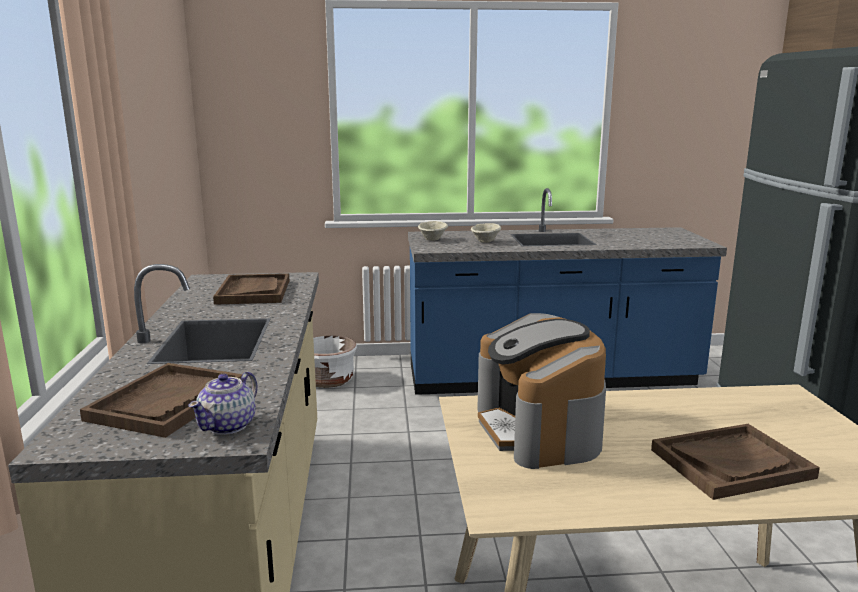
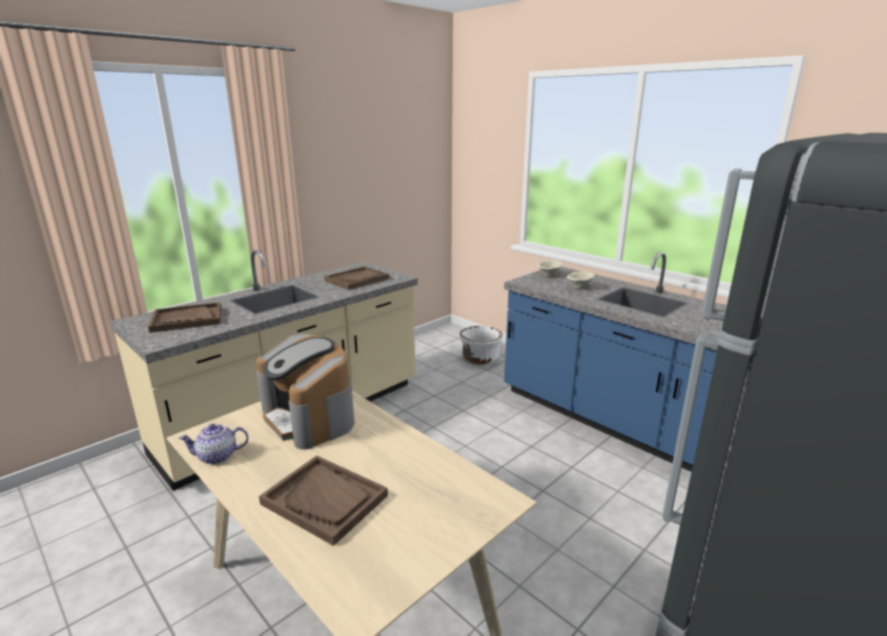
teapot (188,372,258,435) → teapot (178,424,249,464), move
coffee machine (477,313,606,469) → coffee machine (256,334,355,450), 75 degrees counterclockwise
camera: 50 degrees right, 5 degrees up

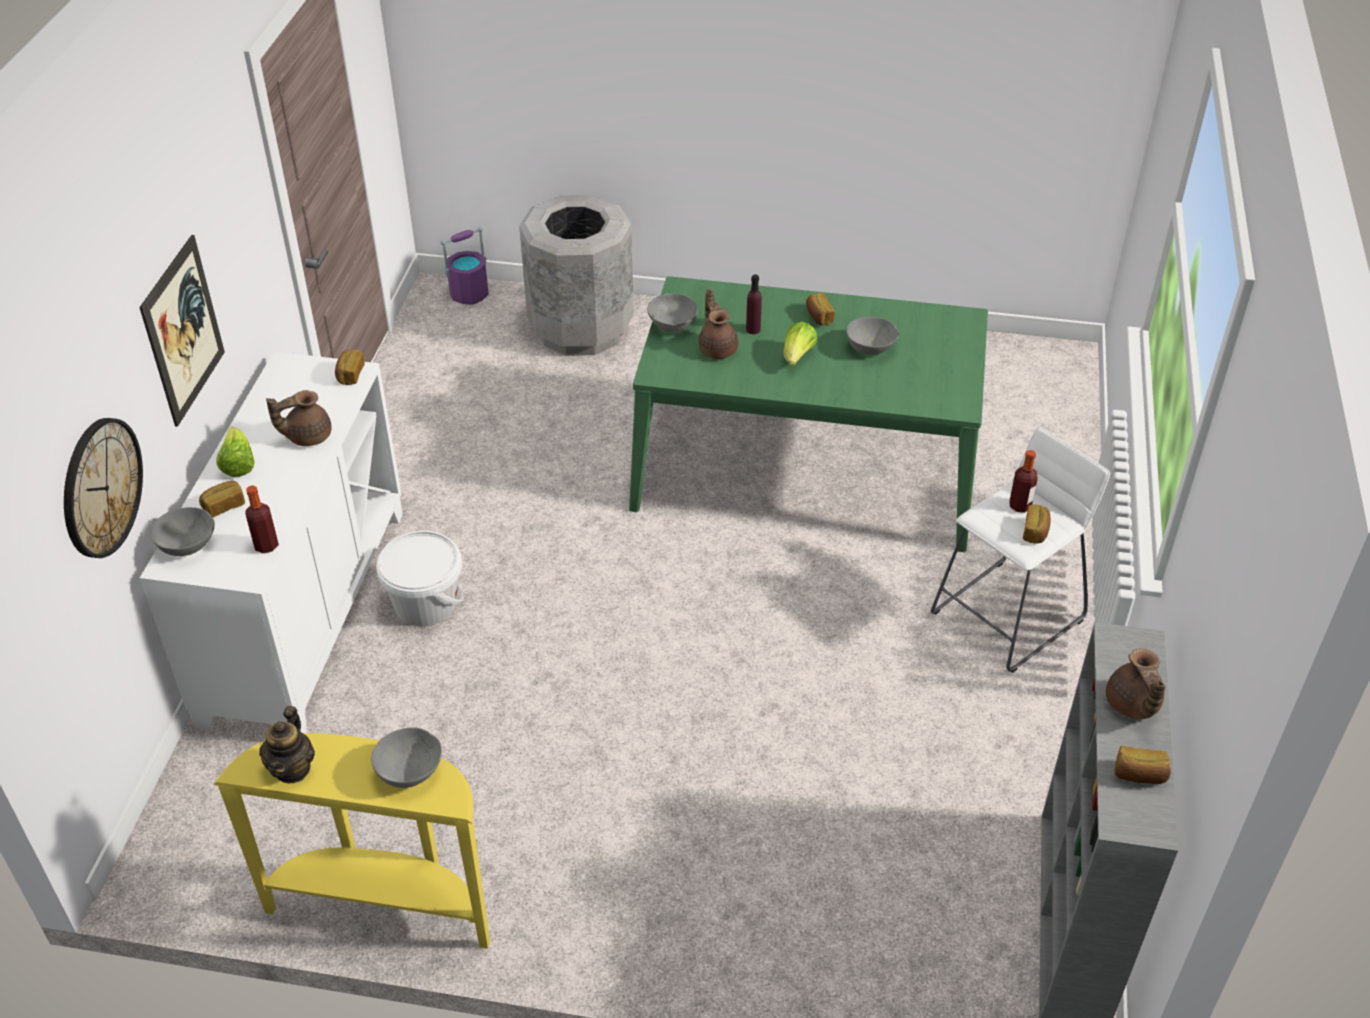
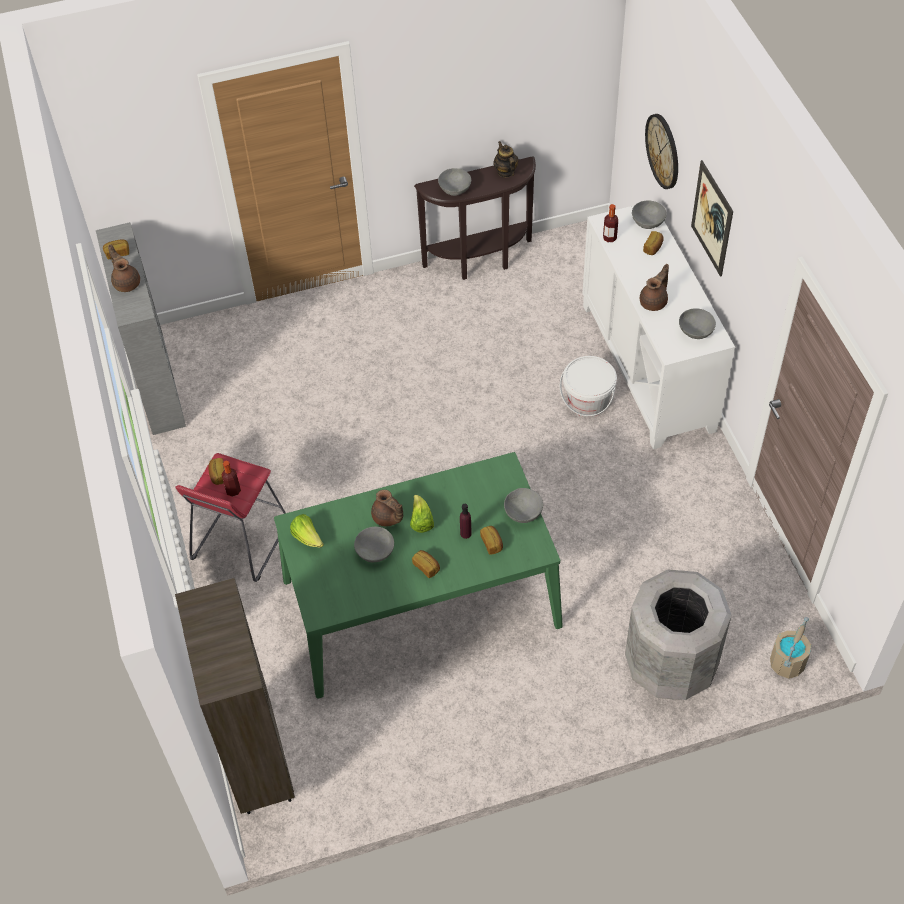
yellow console table (213,733,490,949) → brown console table (414,156,536,280)
lettuce (216,427,255,477) → lettuce (290,514,324,547), move
bread (335,350,365,385) → bread (480,526,503,554), move
purple bucket (441,227,489,305) → beige bucket (770,617,811,679)
brown teapot (698,289,739,359) → brown teapot (371,490,403,526), move
white stool (931,427,1110,673) → red stool (175,453,286,582)
- → brown bookcase (175,578,295,814)
- → grey bowl (679,308,716,339)
camera: 155 degrees right, 10 degrees up

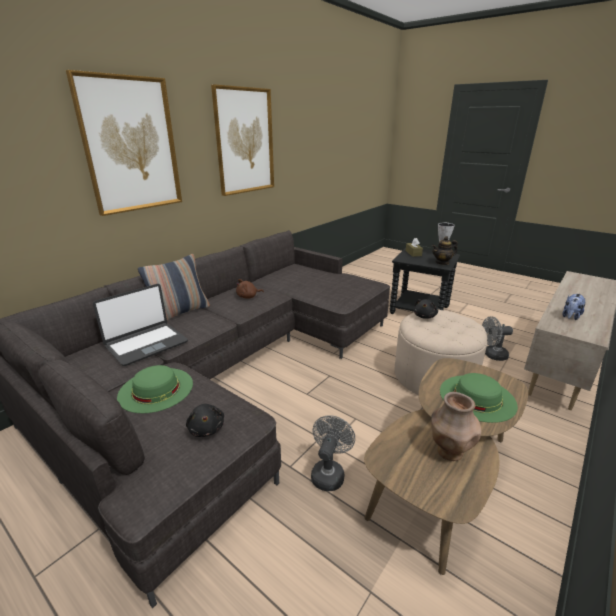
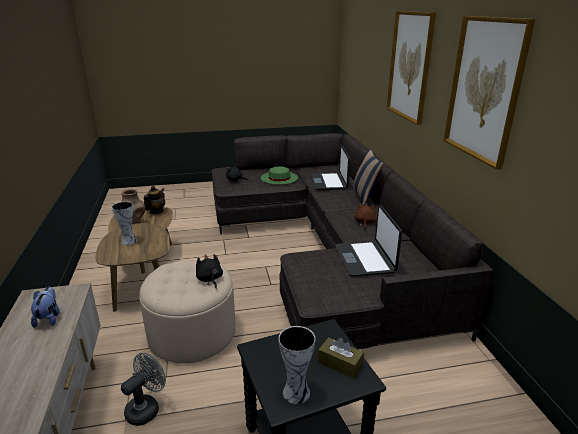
grey fan (311,415,355,491) → -
teapot (432,236,458,265) → teapot (144,186,165,214), move
green hat (440,373,518,423) → vase (112,201,137,245)
- → laptop (335,204,402,277)
camera: 130 degrees right, 0 degrees up

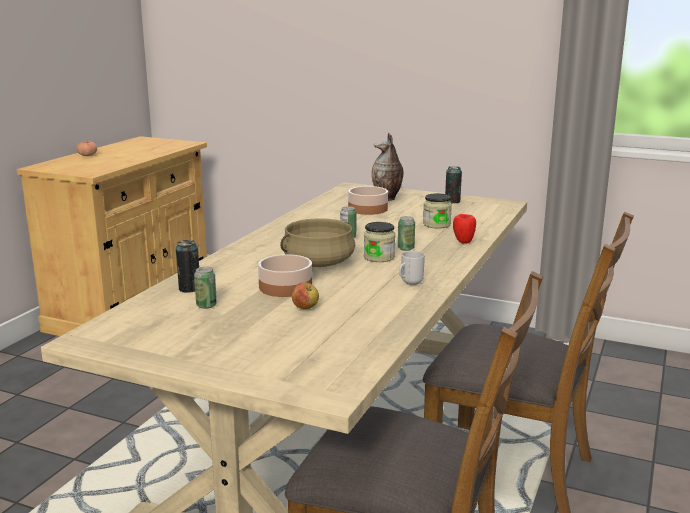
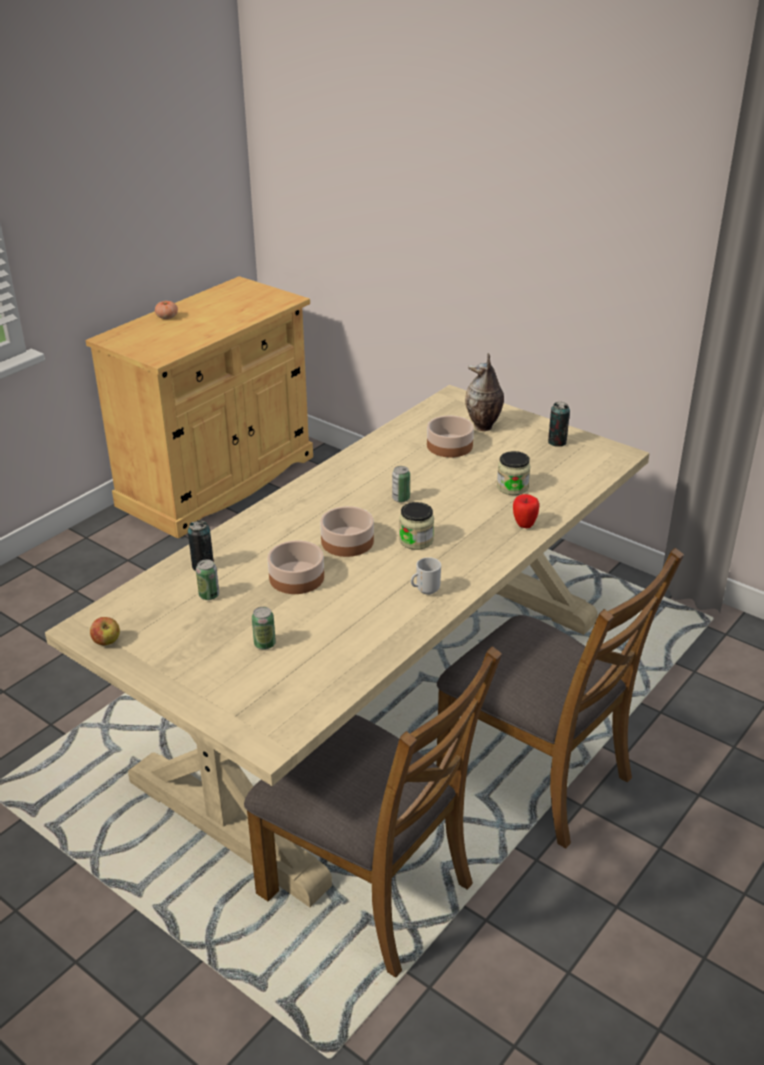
beige cooking pot (280,218,355,267) → bowl (320,506,374,557)
apple (292,282,319,309) → apple (90,617,120,645), move
can (398,216,415,251) → can (252,607,276,650), move
camera: 15 degrees right, 15 degrees up

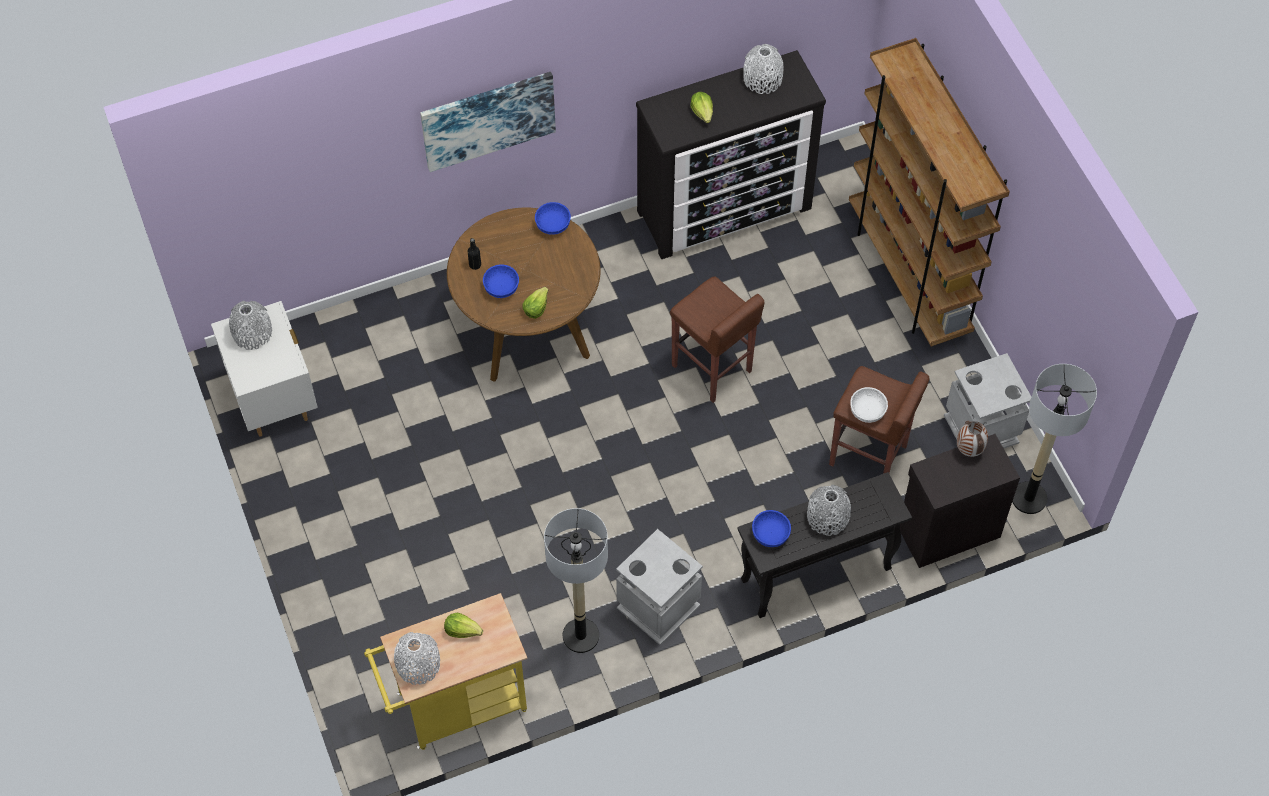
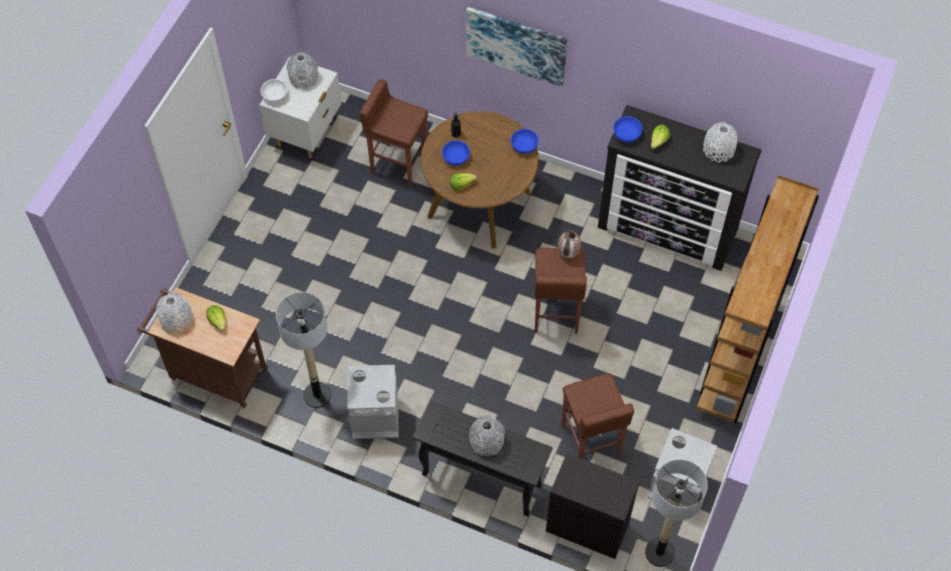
yellow cart (364,593,527,750) → brown cart (137,287,268,408)
blue bowl (752,510,791,547) → blue bowl (613,116,642,142), move
white bowl (850,387,888,423) → white bowl (261,79,288,103), move
vase (957,421,988,457) → vase (558,230,581,258), move
- → brown stool (360,79,428,187)
camera: 45 degrees right, 0 degrees up

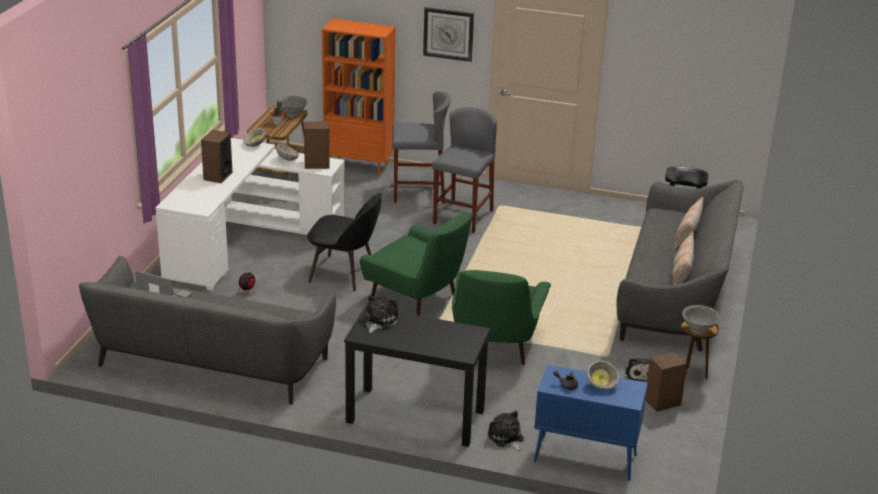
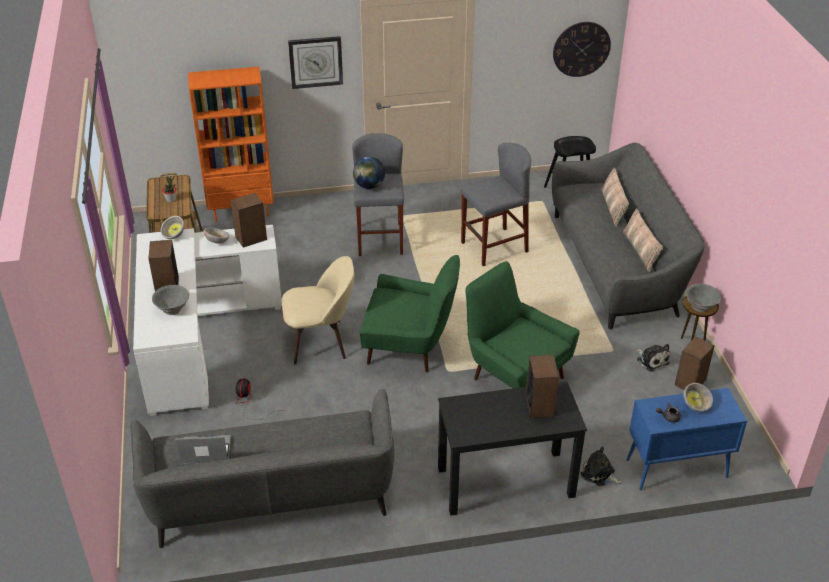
grey bowl (278,96,307,117) → grey bowl (152,285,189,315), move
black chair (307,193,382,291) → beige chair (282,256,355,364)
plush toy (363,295,399,333) → -
grey stool (392,91,451,204) → grey stool (460,143,531,266), move
green armchair (452,270,551,365) → green armchair (466,261,580,388), 150 degrees clockwise
- → globe (353,157,385,189)
- → speaker (526,355,559,418)
- → wall clock (553,22,611,77)
camera: 25 degrees left, 10 degrees up

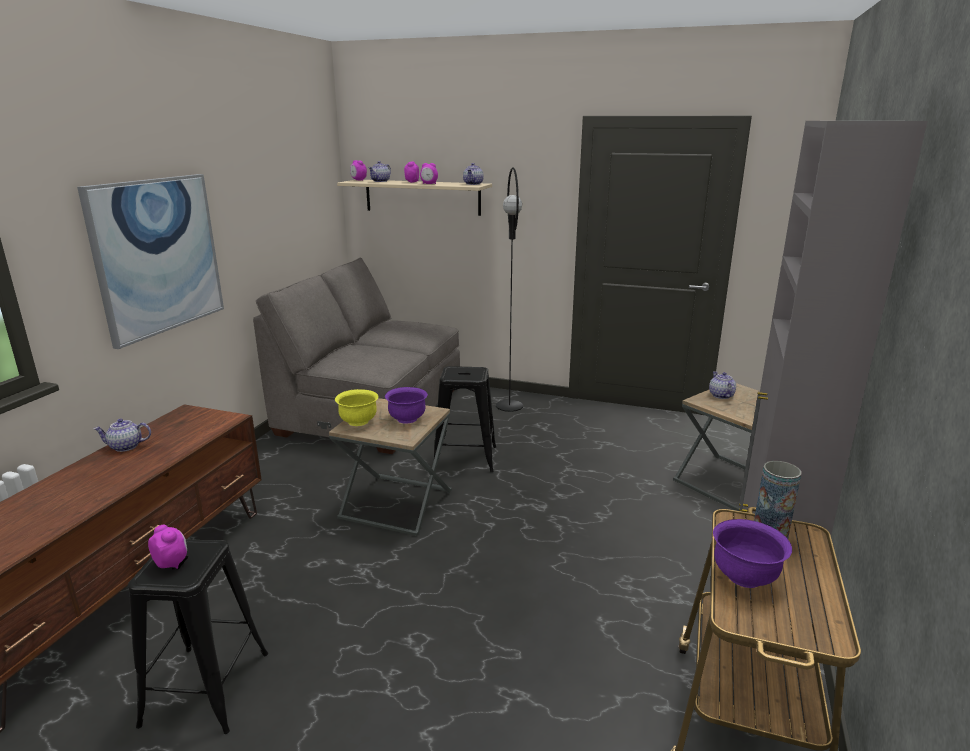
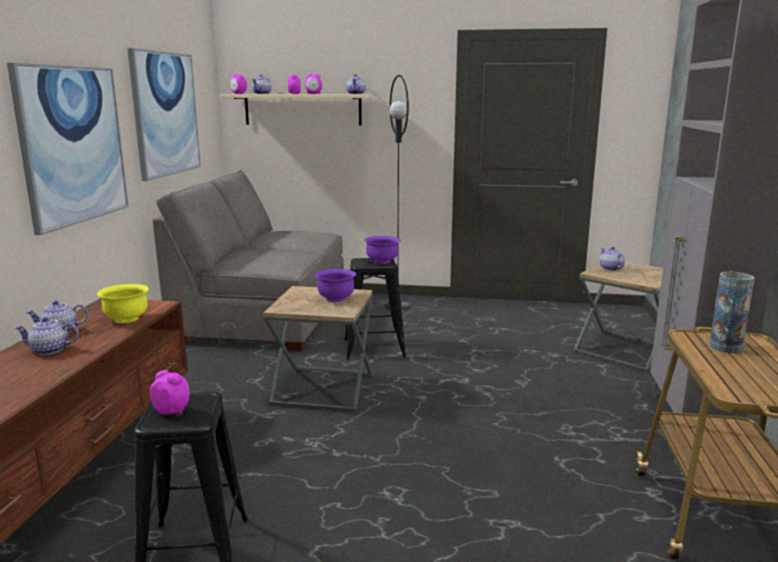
yellow bowl (335,389,378,426) → yellow bowl (97,284,149,323), move
purple bowl (713,519,792,588) → purple bowl (364,236,401,264), move
- → teapot (15,317,79,355)
- → picture (127,48,201,181)
camera: 10 degrees left, 5 degrees down

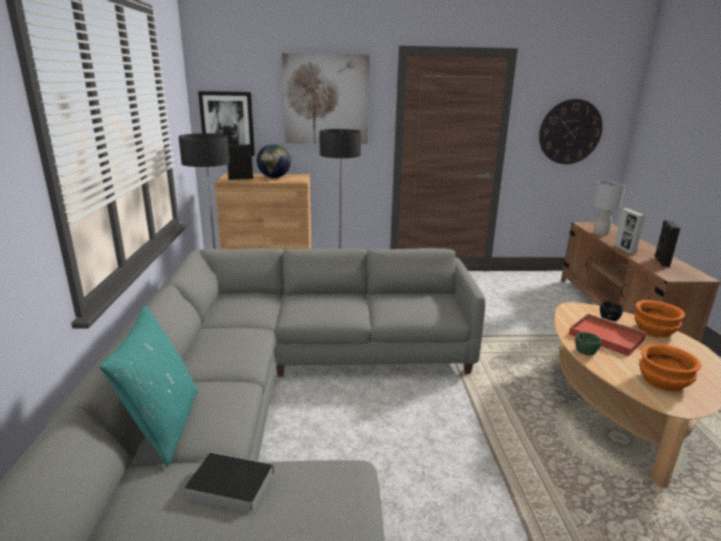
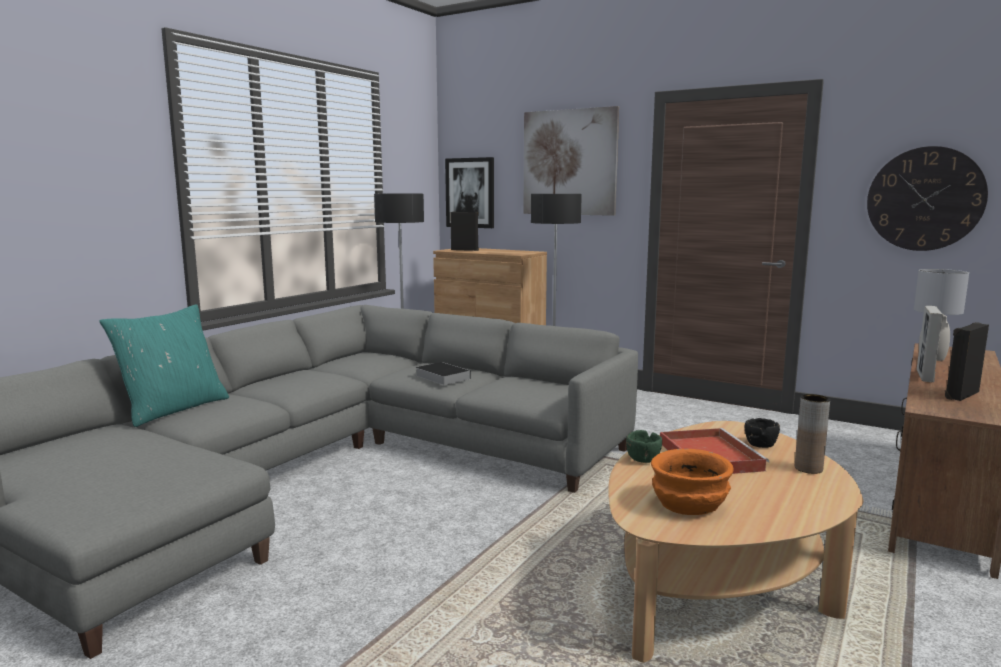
book (185,452,274,513) → book (415,362,471,385), move
globe (257,144,291,178) → -
orange bowl (634,300,685,337) → brown vase (795,394,830,474)
camera: 35 degrees right, 10 degrees down

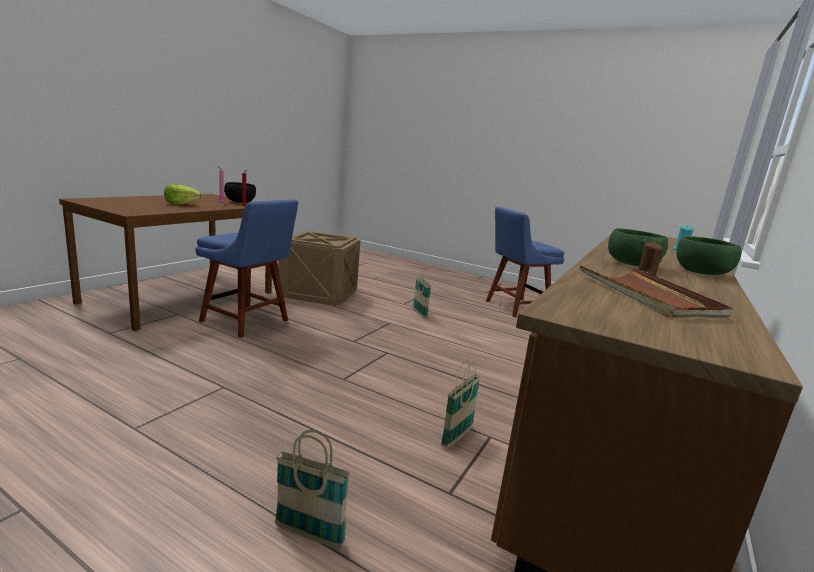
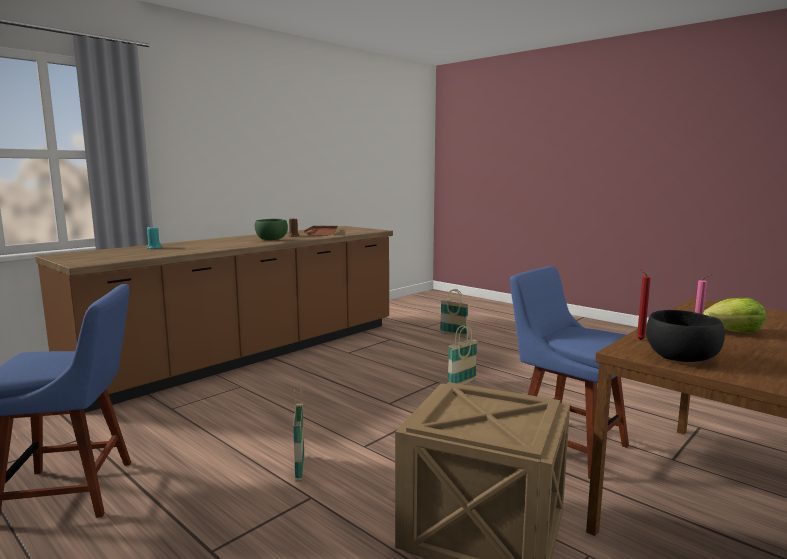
basket (441,359,480,449) → basket (448,325,478,384), move
green bowl (676,236,741,275) → -
camera: 165 degrees left, 5 degrees down

